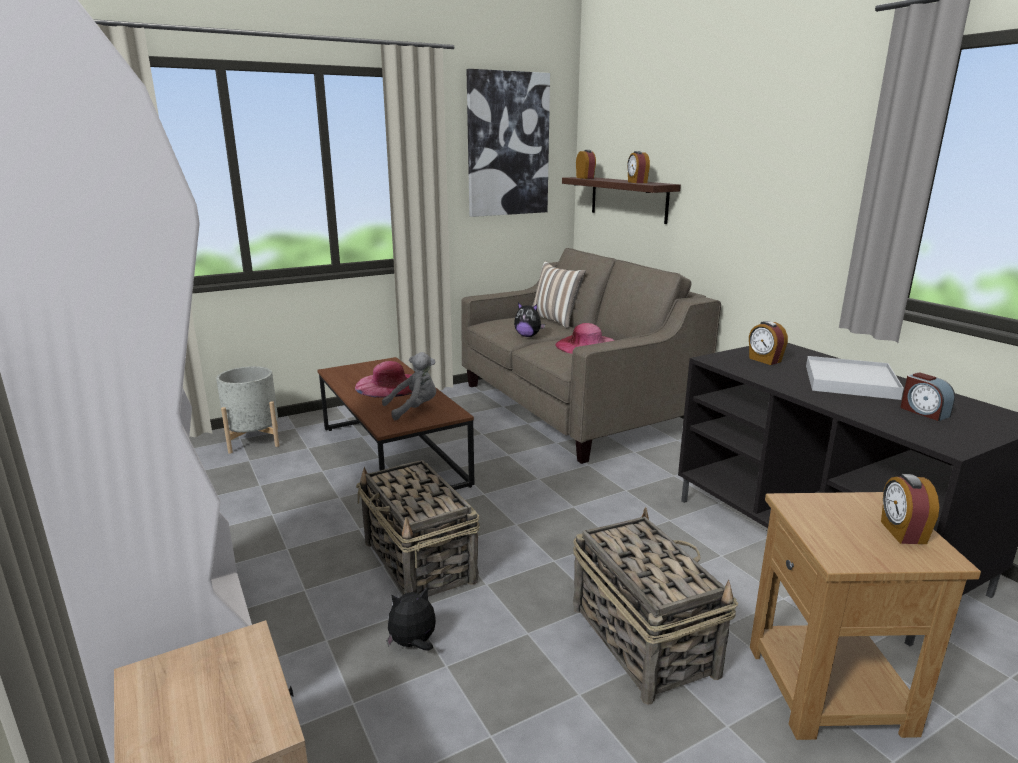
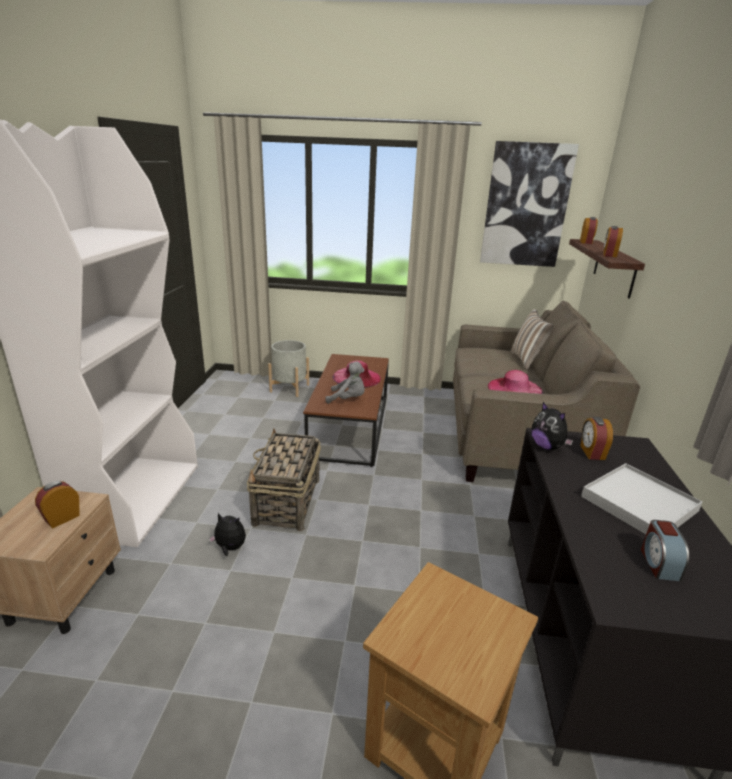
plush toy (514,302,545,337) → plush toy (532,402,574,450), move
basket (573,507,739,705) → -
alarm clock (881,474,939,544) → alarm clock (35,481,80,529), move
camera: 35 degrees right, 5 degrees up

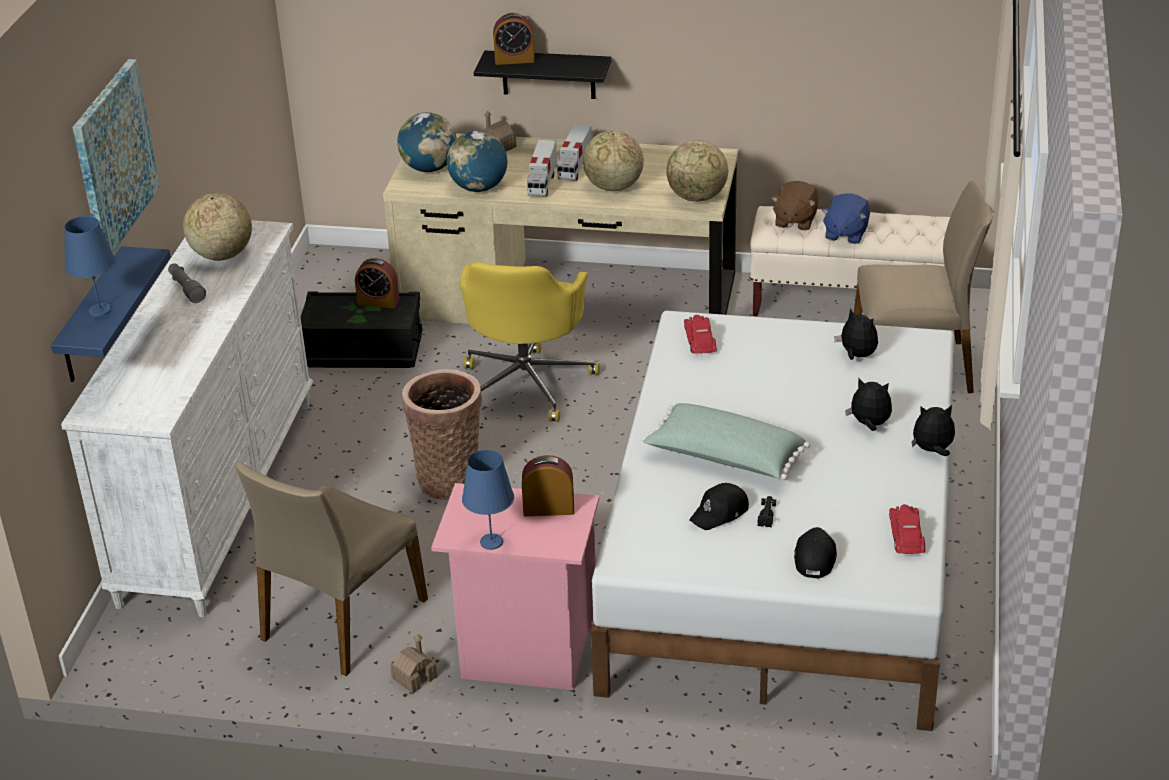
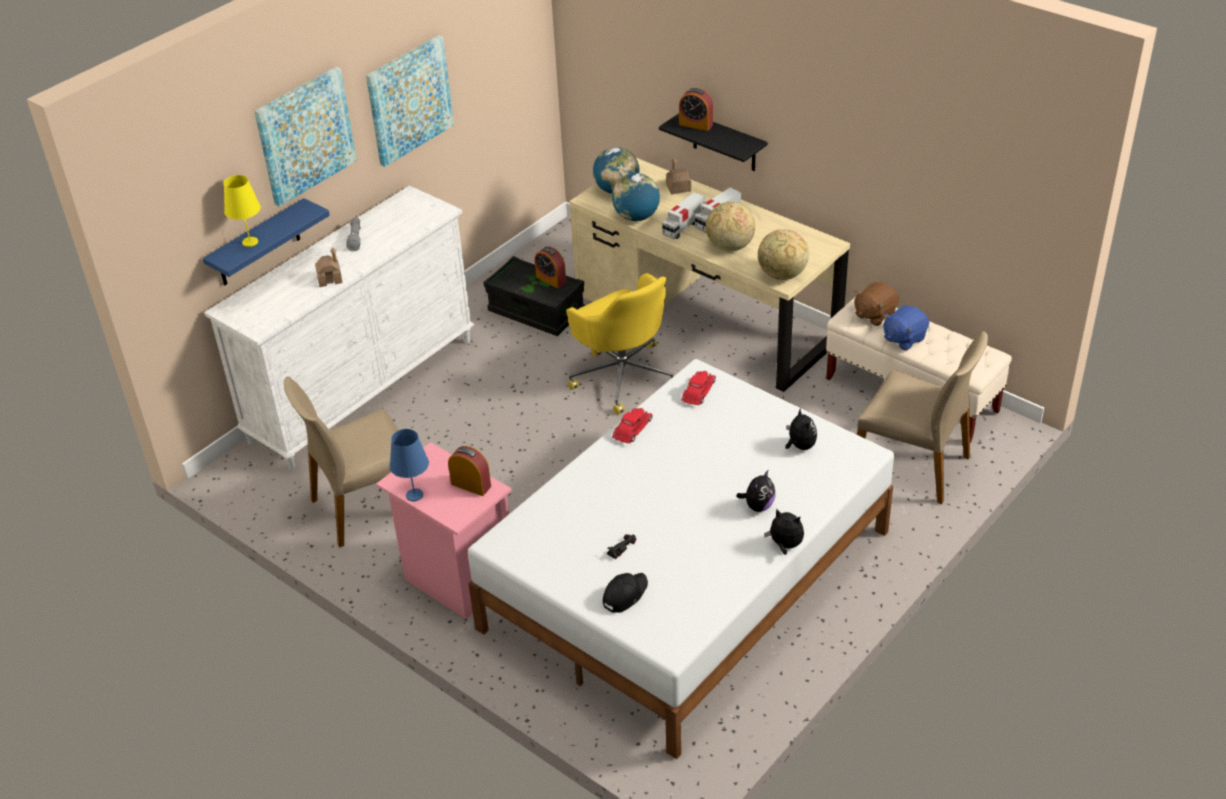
blue table lamp (64,216,116,317) → yellow table lamp (224,175,261,247)
globe (183,193,252,261) → -
toy house (391,634,437,694) → toy house (315,248,343,287), move
basket (402,369,482,500) → -
yellow office chair (460,262,600,422) → yellow office chair (566,273,673,415), 75 degrees counterclockwise
green pillow (642,403,810,480) → -
black cap (689,483,749,530) → -
plush toy (845,378,892,431) → plush toy (737,469,775,512), 75 degrees clockwise
red toy car (889,504,925,554) → red toy car (612,408,652,444), move
- → picture (366,35,454,167)
camera: 30 degrees right, 5 degrees up

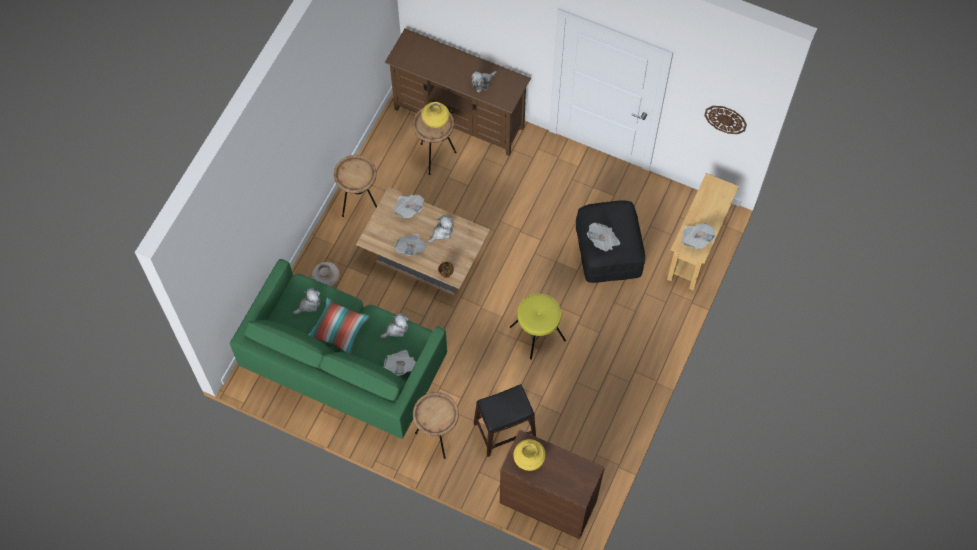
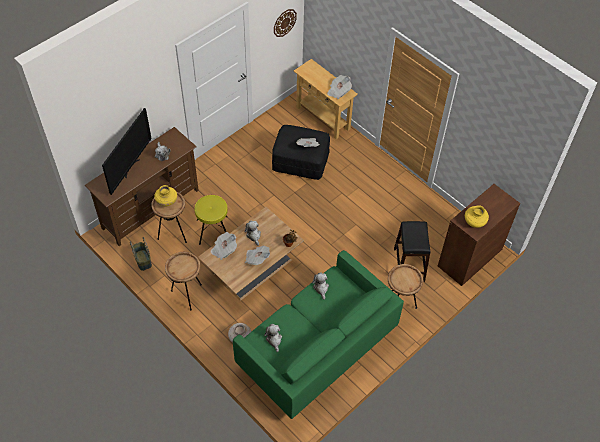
pillow (309,298,370,354) → -
newspaper (383,350,416,376) → -
yellow stool (510,294,566,360) → yellow stool (195,195,228,245), move
- → television (102,108,152,195)
- → basket (130,237,152,271)
camera: 70 degrees left, 10 degrees down

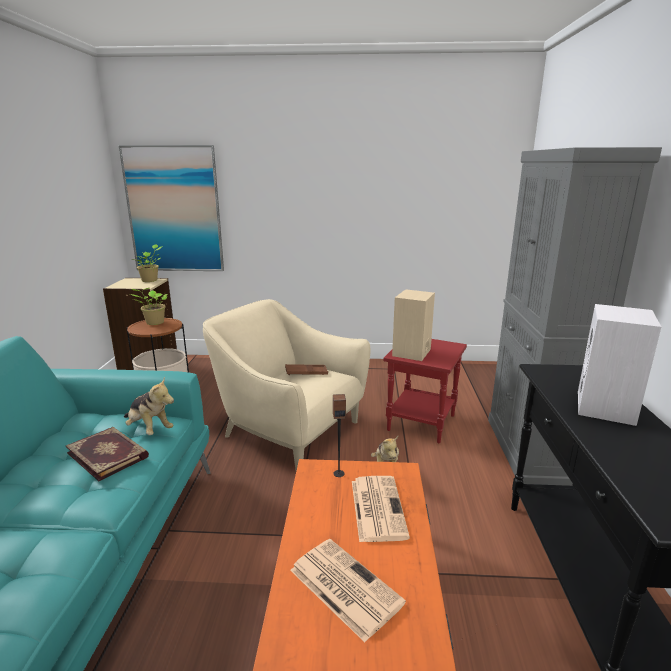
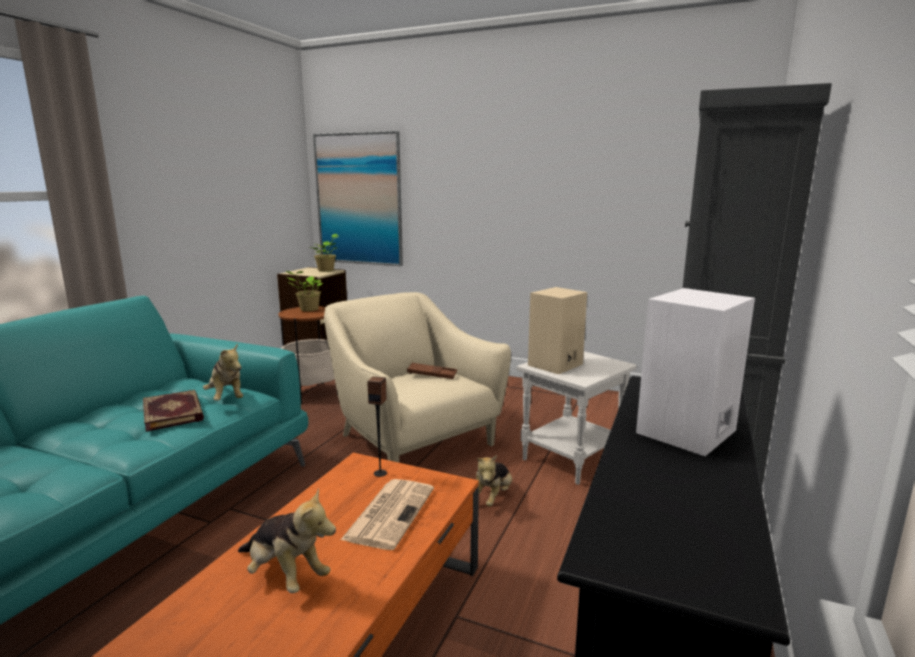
newspaper (290,539,406,642) → plush toy (238,488,336,593)
red side table (383,339,467,443) → white side table (516,351,637,485)
camera: 20 degrees right, 5 degrees down

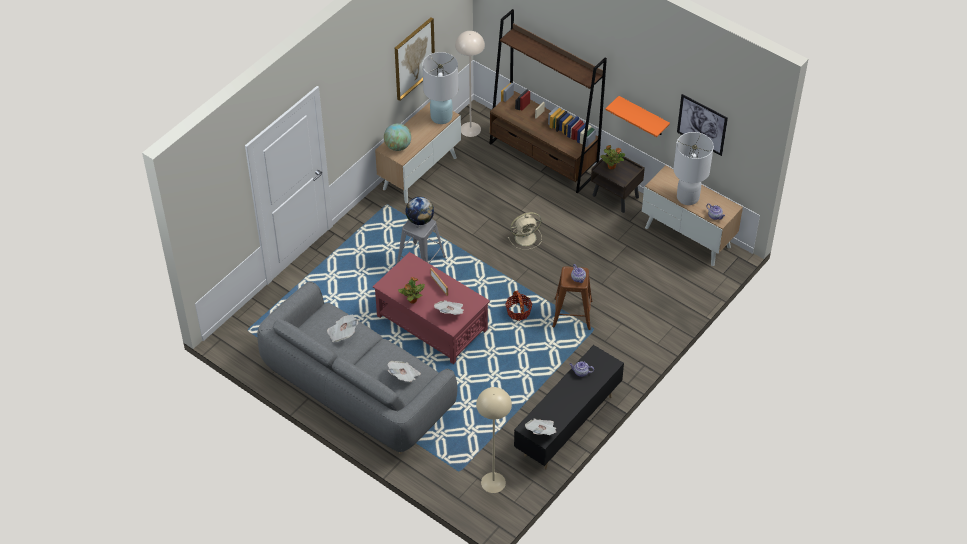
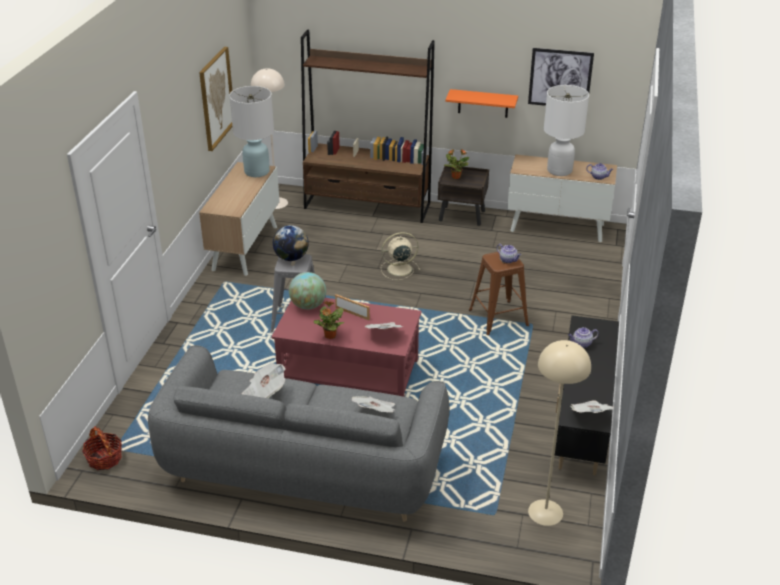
globe (384,123,411,151) → globe (289,272,326,310), move
basket (506,290,533,321) → basket (82,426,122,470), move
beige fan (508,212,542,250) → beige fan (381,232,420,280), 150 degrees counterclockwise
camera: 25 degrees left, 15 degrees down

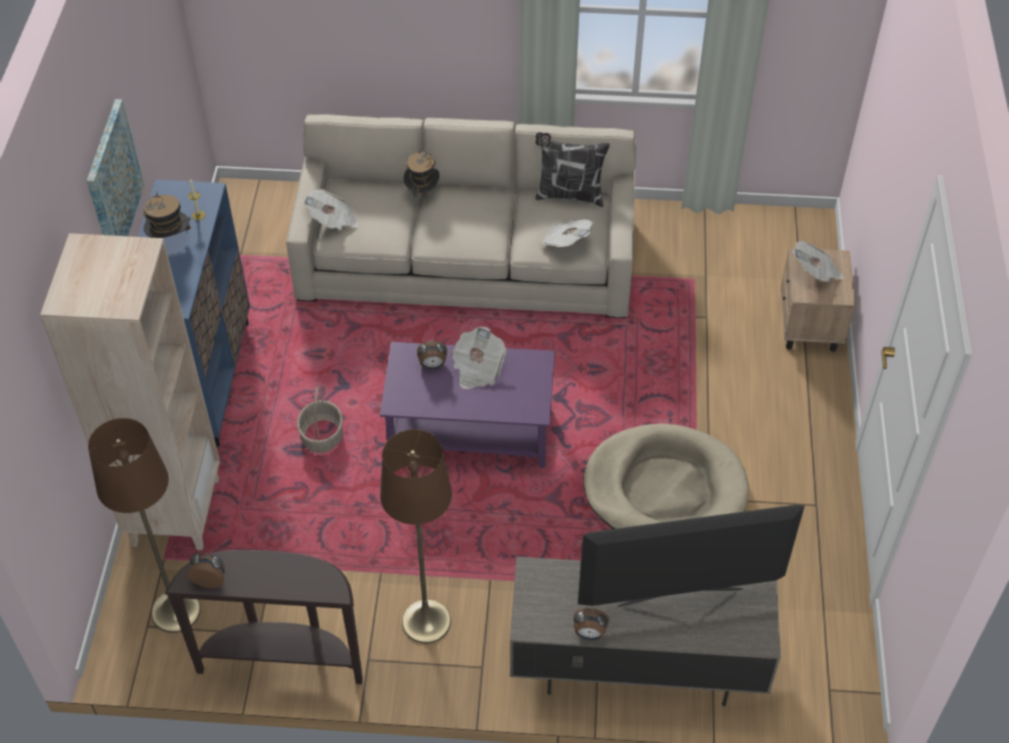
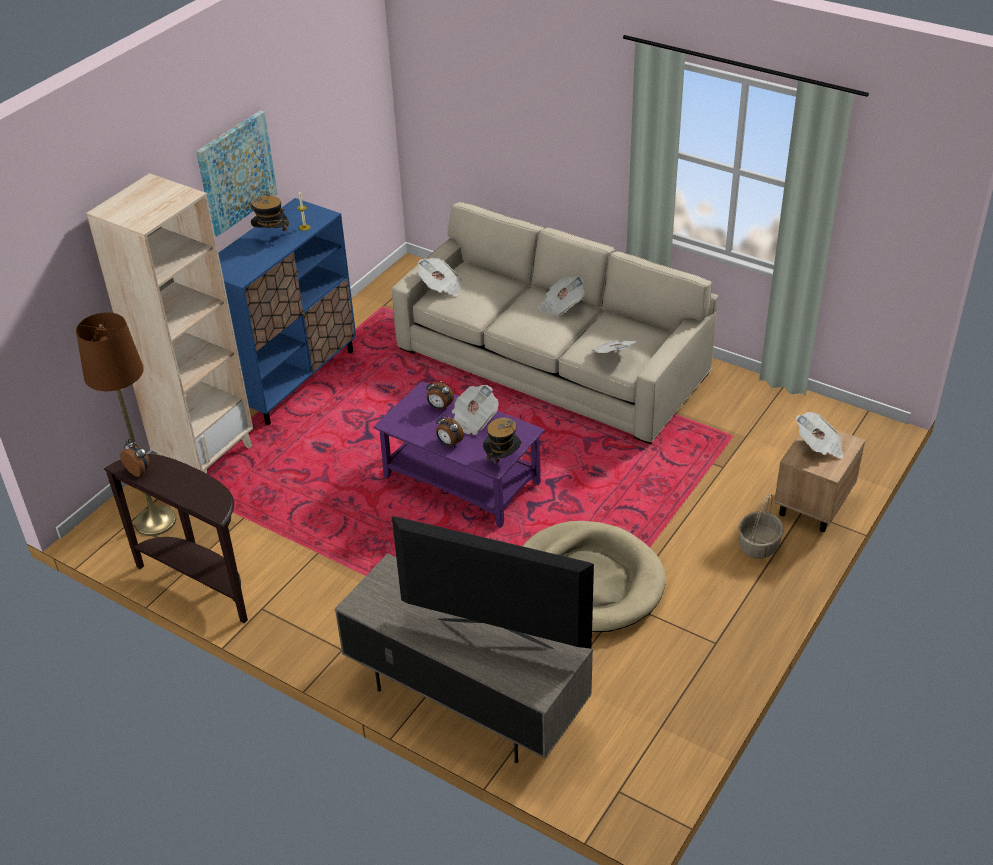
basket (297,386,343,453) → basket (738,494,784,559), move
brown floor lamp (380,429,452,644) → -
hat (403,151,440,198) → hat (483,418,522,473), move
pillow (535,132,610,207) → -
alarm clock (573,608,609,640) → alarm clock (436,415,464,447), move
- → newspaper (538,276,585,317)
camera: 30 degrees right, 10 degrees down

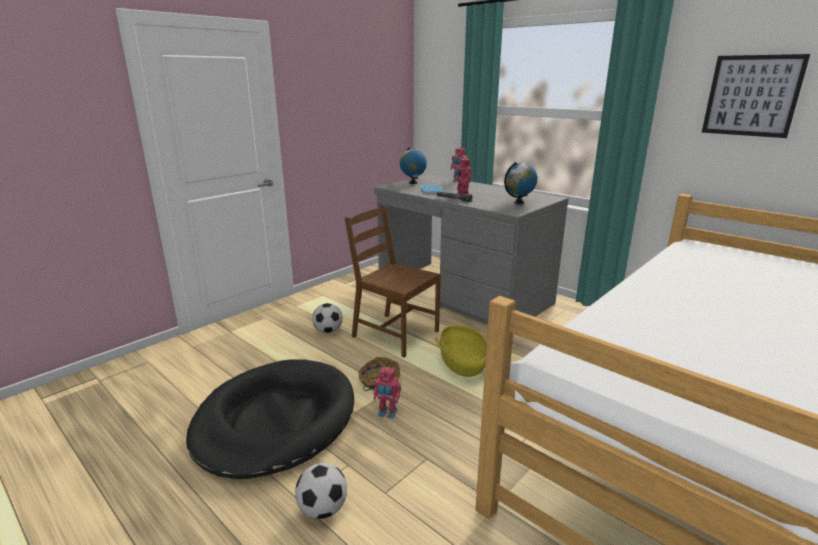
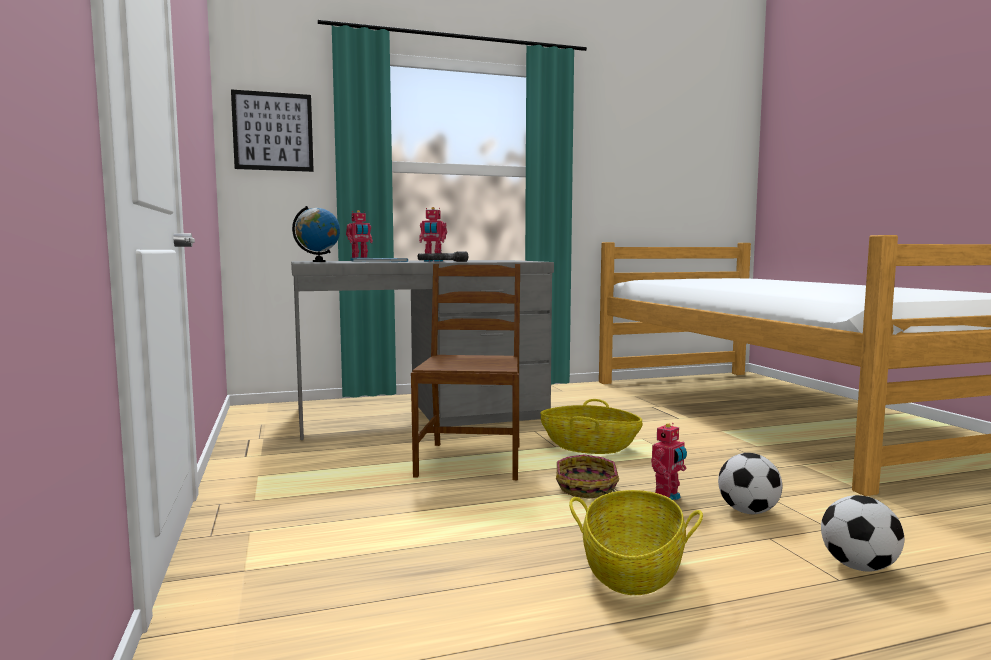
black dog bed (186,359,354,479) → basket (569,490,703,595)
football (312,303,343,333) → football (718,453,782,514), move
brown chair (345,205,441,358) → brown chair (411,264,520,480), 120 degrees clockwise
globe (504,162,538,204) → -
picture (702,54,810,138) → picture (231,89,314,172), move
camera: 60 degrees left, 15 degrees down

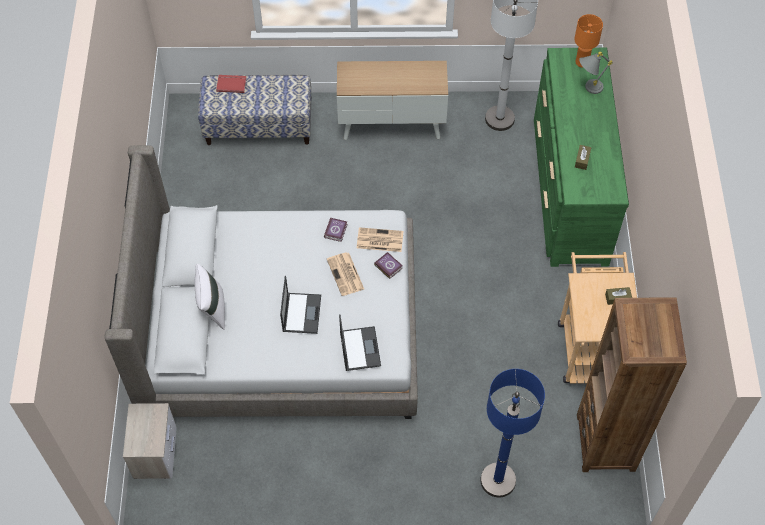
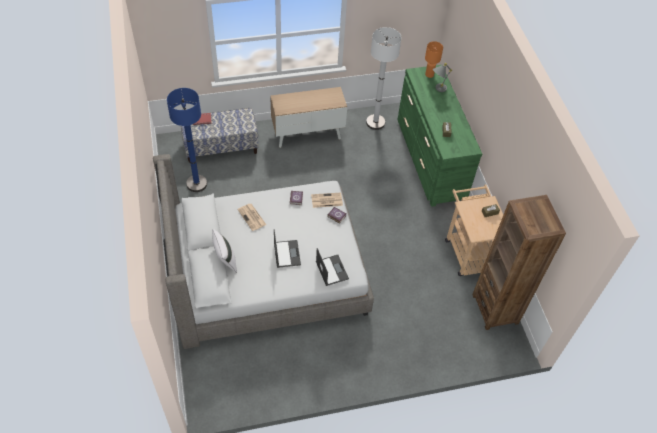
nightstand (123,403,177,479) → -
newspaper (327,252,364,296) → newspaper (237,204,266,231), move
blue floor lamp (480,369,545,497) → blue floor lamp (167,88,207,192), move
camera: 15 degrees left, 5 degrees down

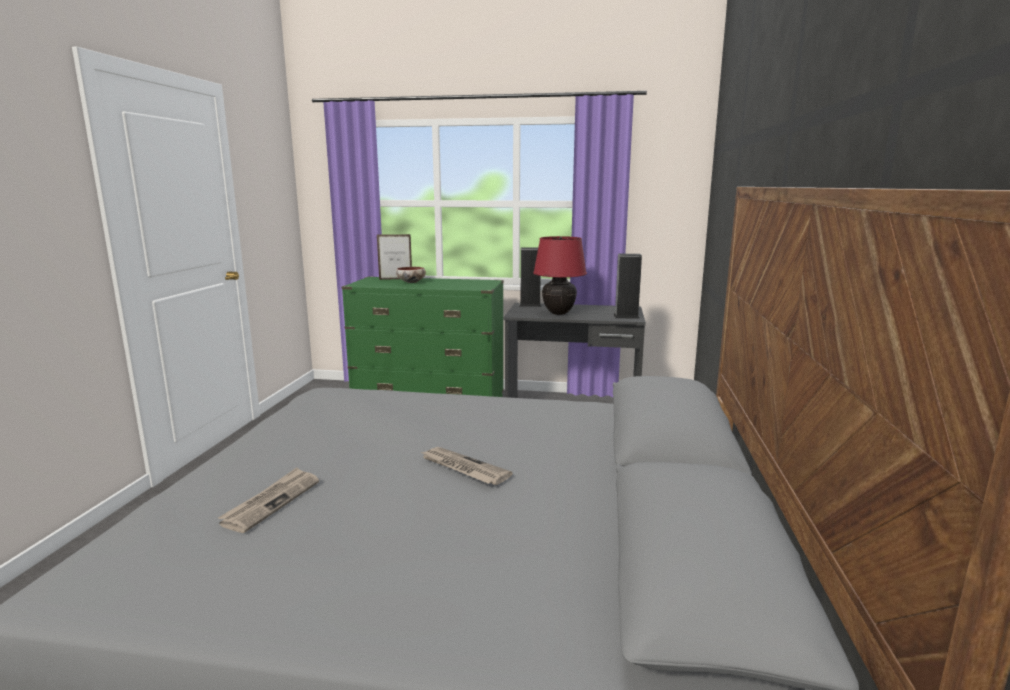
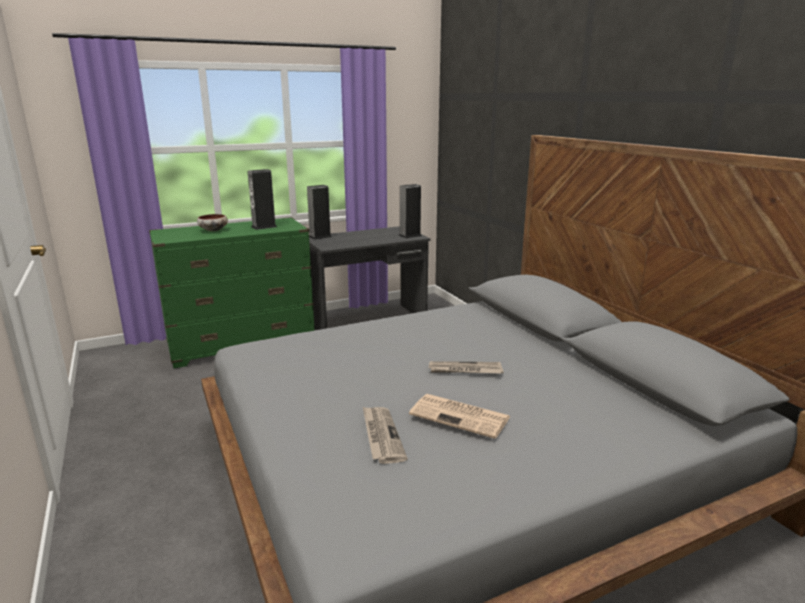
picture frame (377,234,412,280) → -
red table lamp (533,236,587,315) → -
- → speaker (248,169,277,230)
- → newspaper (409,394,510,439)
camera: 35 degrees left, 5 degrees up

